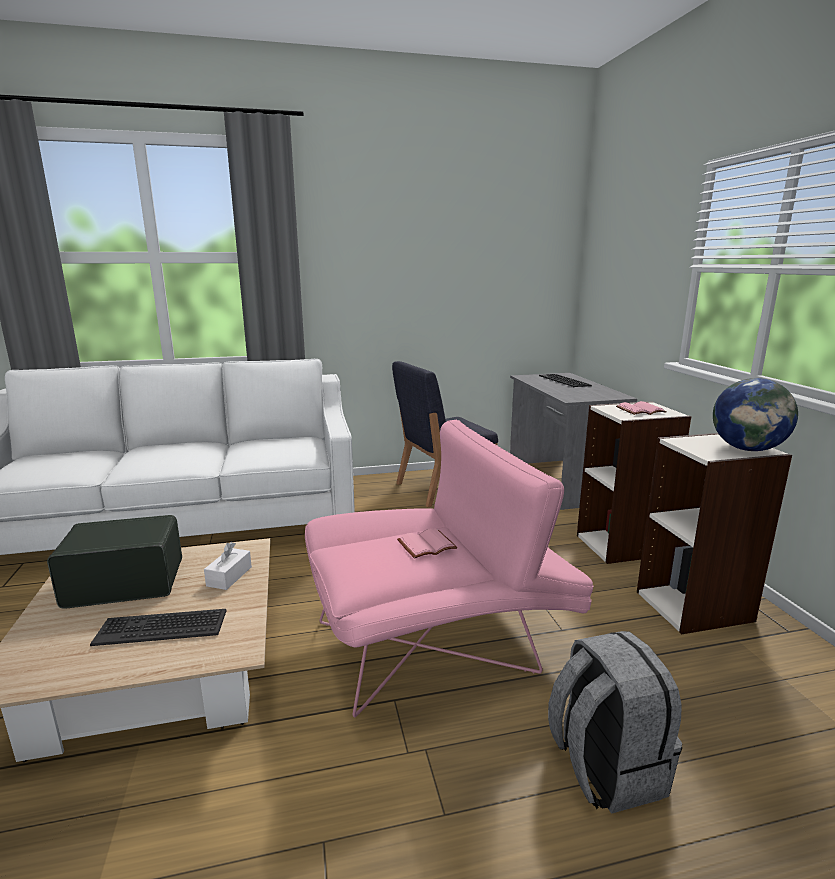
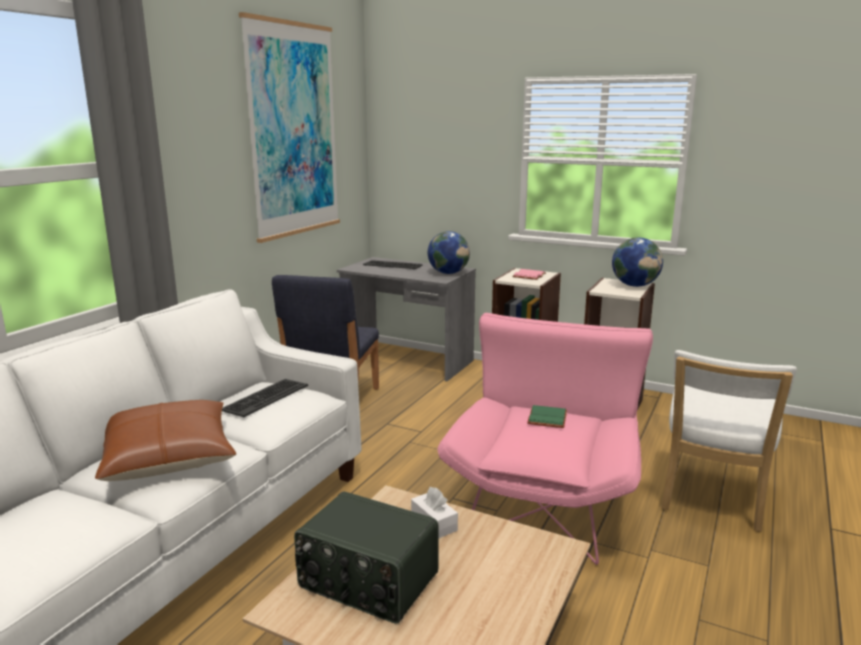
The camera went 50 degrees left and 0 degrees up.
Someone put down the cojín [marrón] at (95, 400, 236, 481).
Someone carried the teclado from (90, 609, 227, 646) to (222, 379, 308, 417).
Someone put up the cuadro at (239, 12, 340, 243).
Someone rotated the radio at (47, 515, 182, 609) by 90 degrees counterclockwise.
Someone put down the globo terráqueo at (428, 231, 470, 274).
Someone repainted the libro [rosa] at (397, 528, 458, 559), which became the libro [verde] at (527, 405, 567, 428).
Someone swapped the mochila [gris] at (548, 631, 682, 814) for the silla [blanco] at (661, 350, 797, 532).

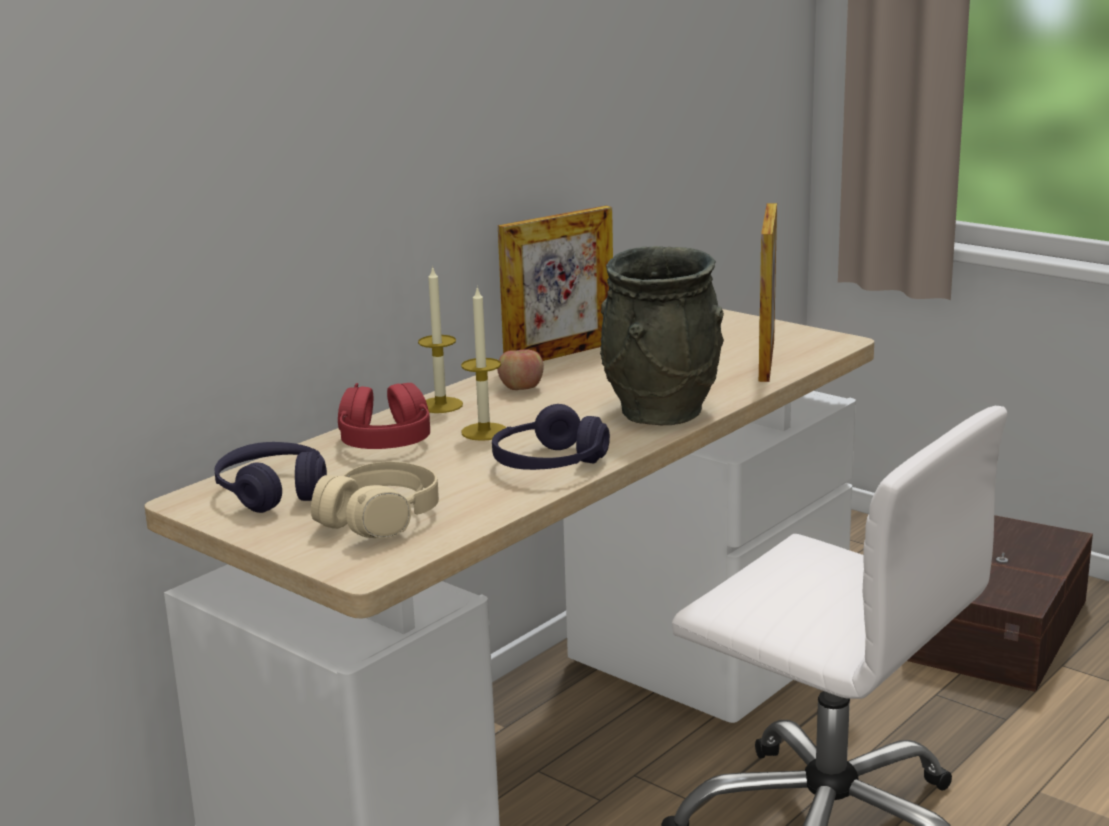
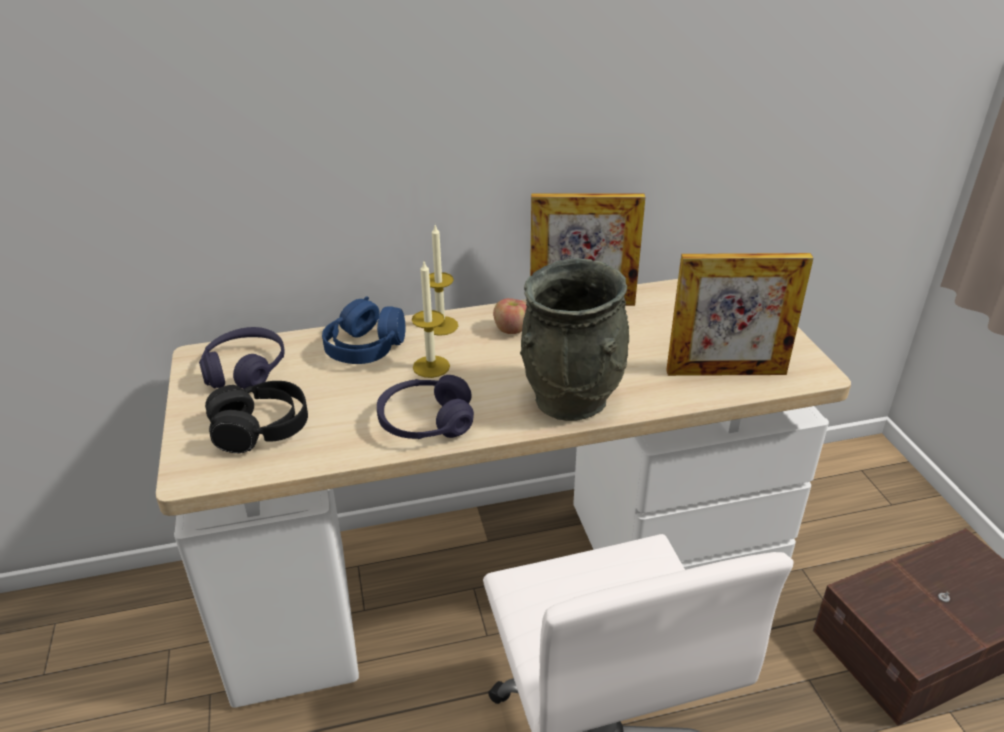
The camera went 35 degrees right and 15 degrees up.
Someone repainted the auriculares [beis] at (311, 462, 439, 538), which became the auriculares [negro] at (205, 381, 308, 453).
Someone repainted the auriculares [rojo] at (338, 383, 430, 449), which became the auriculares [azul] at (322, 296, 405, 364).
Someone rotated the portarretratos at (759, 203, 777, 382) by 45 degrees clockwise.

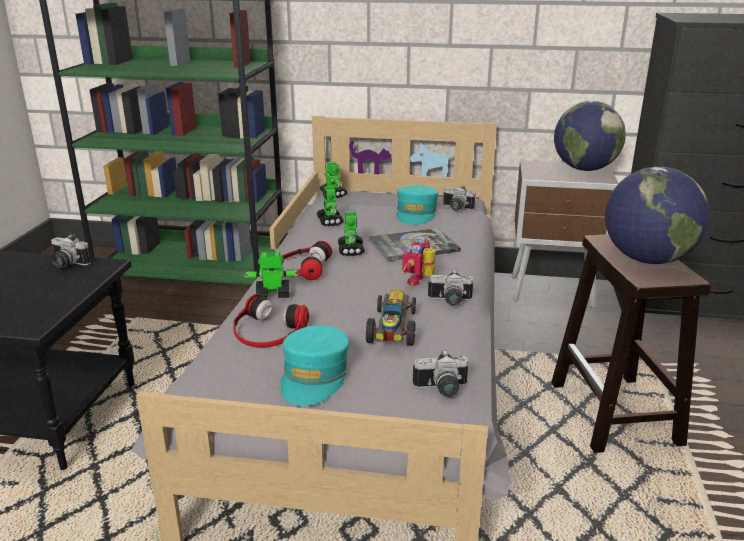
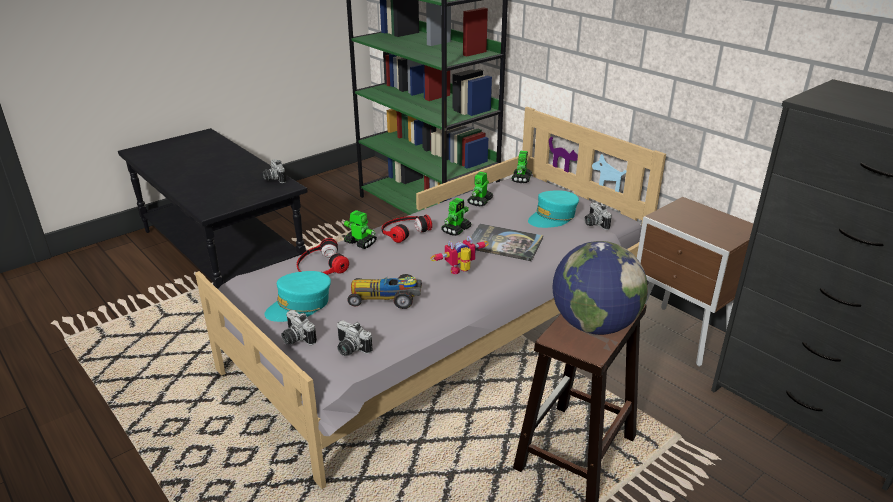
The camera went 40 degrees right and 5 degrees up.
Someone carried the cámara from (428, 270, 473, 306) to (281, 310, 317, 345).
Someone rotated the coche de juguete at (365, 289, 417, 346) by 135 degrees counterclockwise.
Someone took away the globo terráqueo at (554, 101, 626, 171).

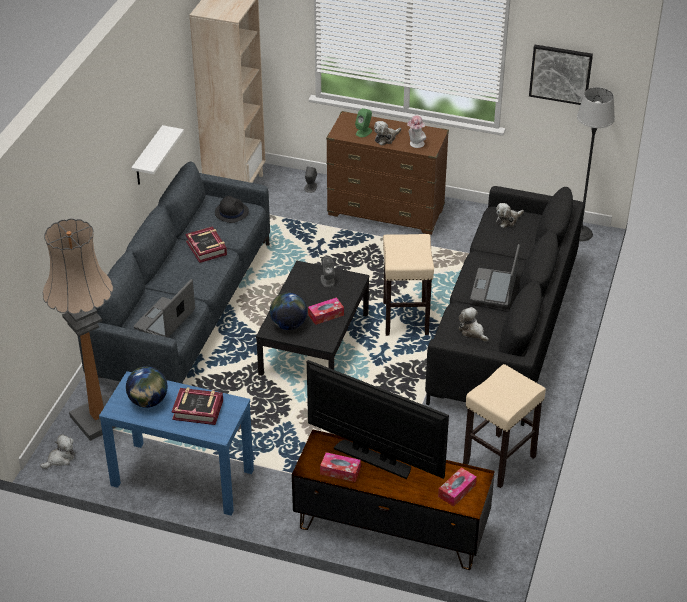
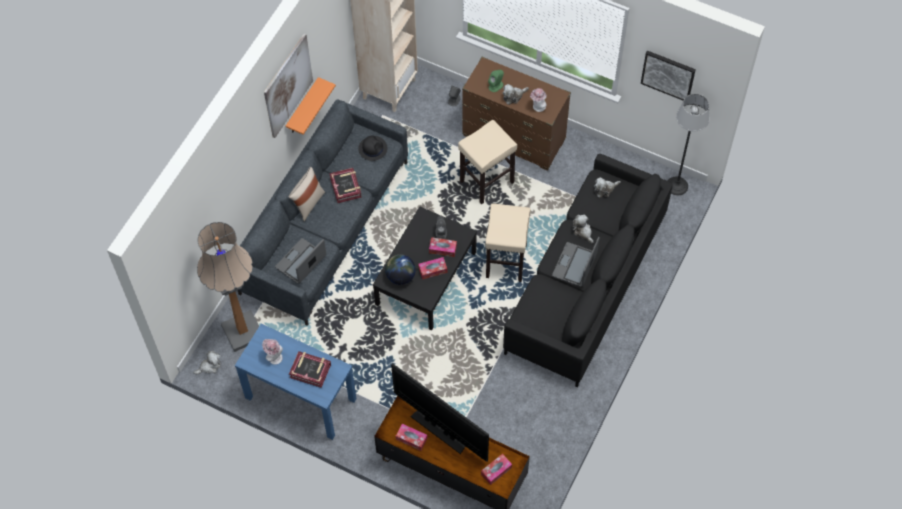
The camera went 10 degrees right and 20 degrees up.
Someone swapped the globo terráqueo at (126, 366, 167, 408) for the sombrero at (262, 339, 283, 365).
Someone put up the cuadro at (264, 34, 313, 138).
Someone repainted the estante [blanco] at (131, 125, 184, 185), which became the estante [naranja] at (286, 77, 336, 135).
Someone put down the cojín [beis] at (289, 167, 325, 222).
Someone put down the caja de pañuelos at (429, 237, 457, 257).
Someone carried the taburete [beis] from (463, 364, 546, 488) to (458, 120, 517, 204).
Someone carried the peluche from (458, 307, 489, 341) to (572, 215, 593, 244).

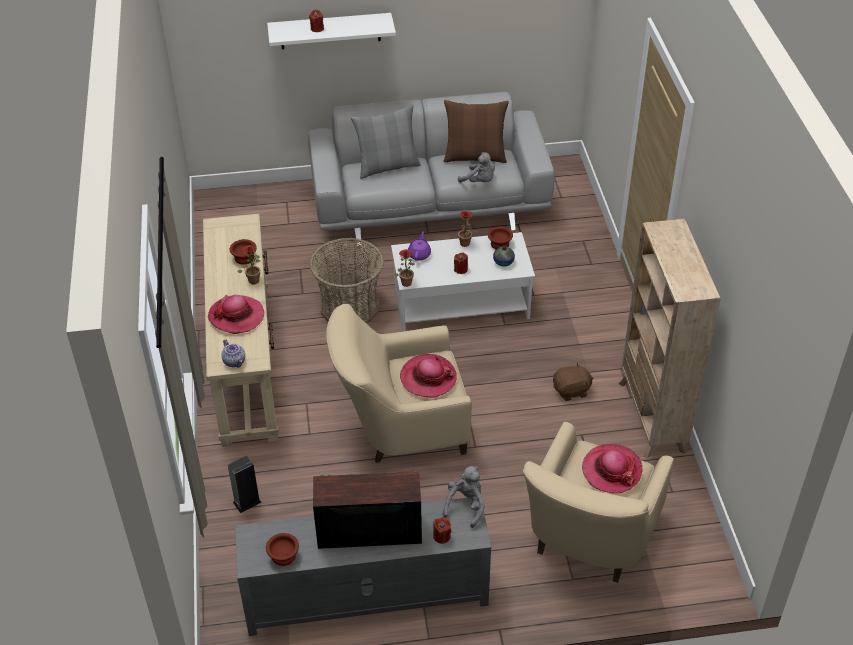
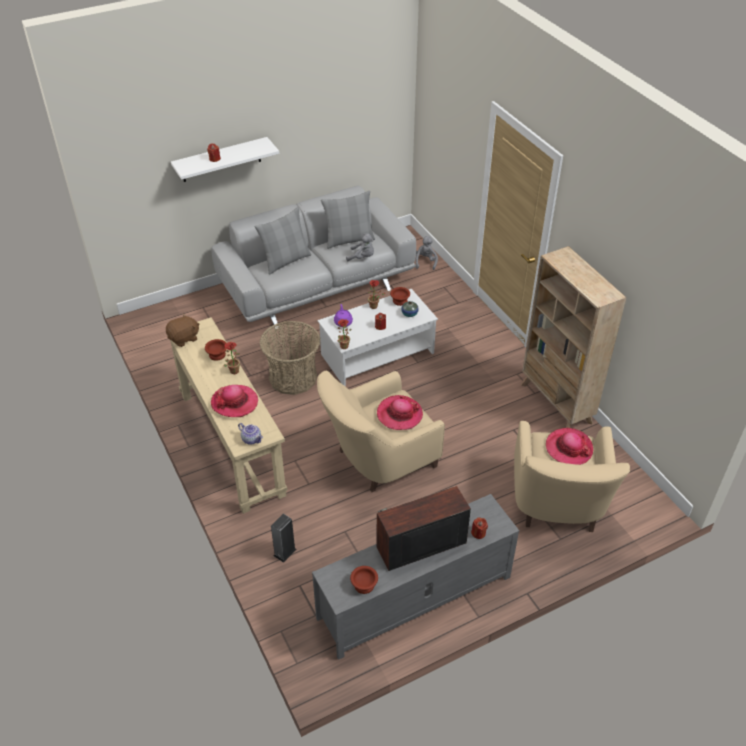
The camera went 20 degrees left and 0 degrees up.
Someone carried the peluche [marrón] from (553, 363, 593, 401) to (166, 314, 199, 347).
Someone repainted the cojín [marrón] at (444, 100, 509, 163), which became the cojín [gris] at (321, 191, 375, 249).
Someone carried the peluche [gris] from (443, 466, 485, 528) to (415, 236, 438, 270).

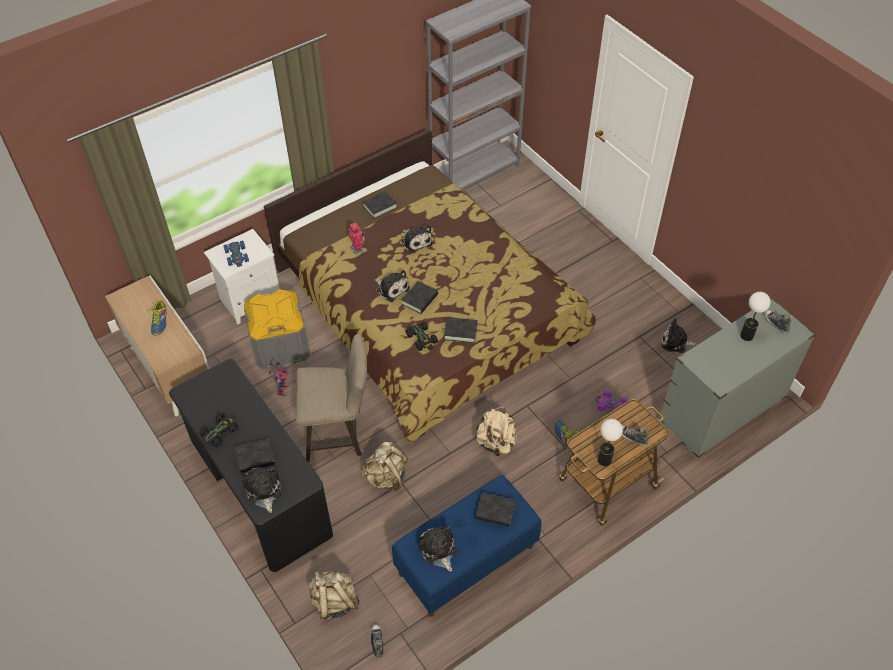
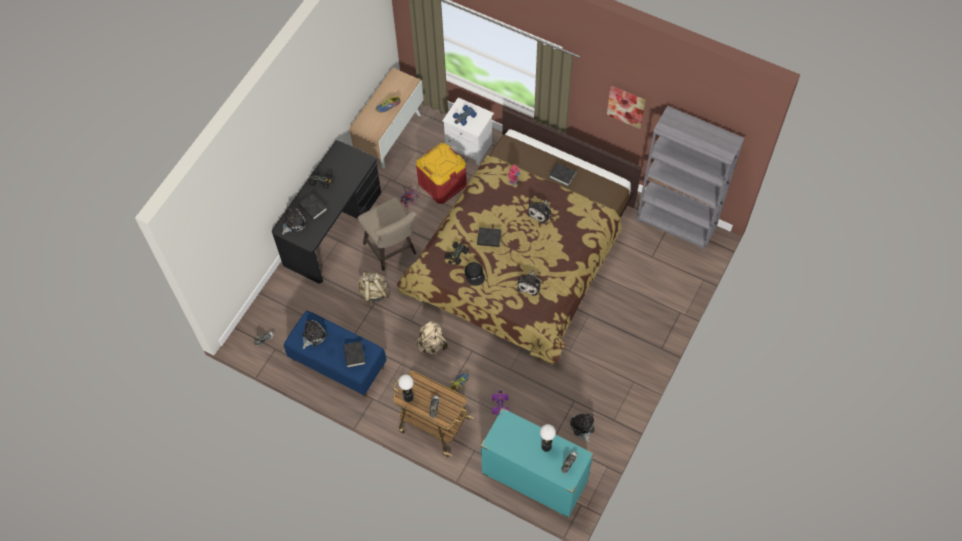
The camera went 65 degrees right and 10 degrees up.
Someone repainted the caja de almacenaje [gris] at (244, 289, 310, 369), which became the caja de almacenaje [rojo] at (416, 143, 467, 204).
Someone swapped the libro [negro] at (444, 317, 478, 343) for the gorra [negro] at (465, 262, 485, 286).
Someone repainted the cómoda [gris] at (659, 298, 816, 459), which became the cómoda [turquesa] at (481, 408, 594, 518).
Someone carried the peluche from (374, 270, 410, 302) to (517, 270, 541, 296).
Someone put up the cuadro at (607, 86, 646, 129).
Someone took away the mochila [beis] at (308, 568, 360, 620).

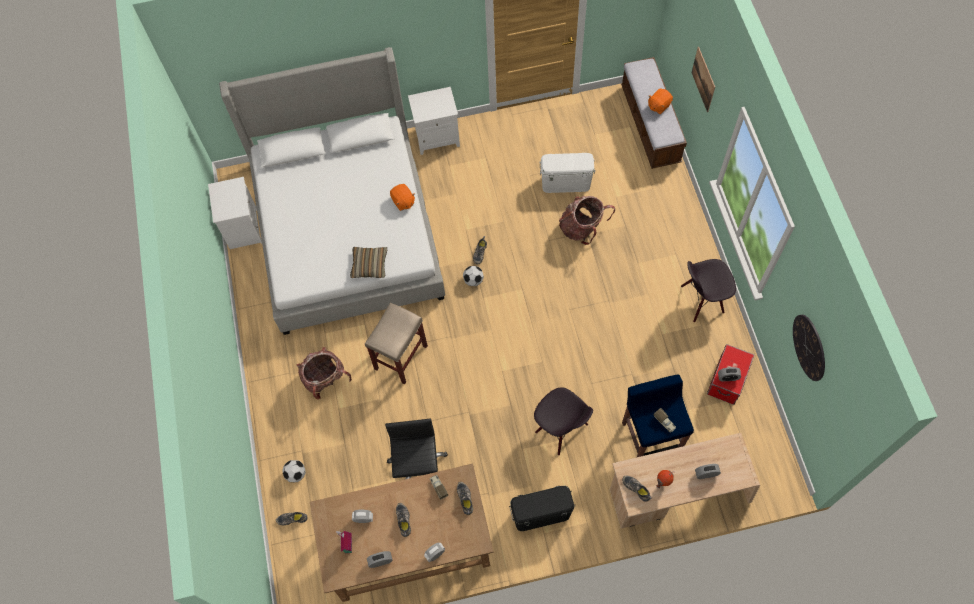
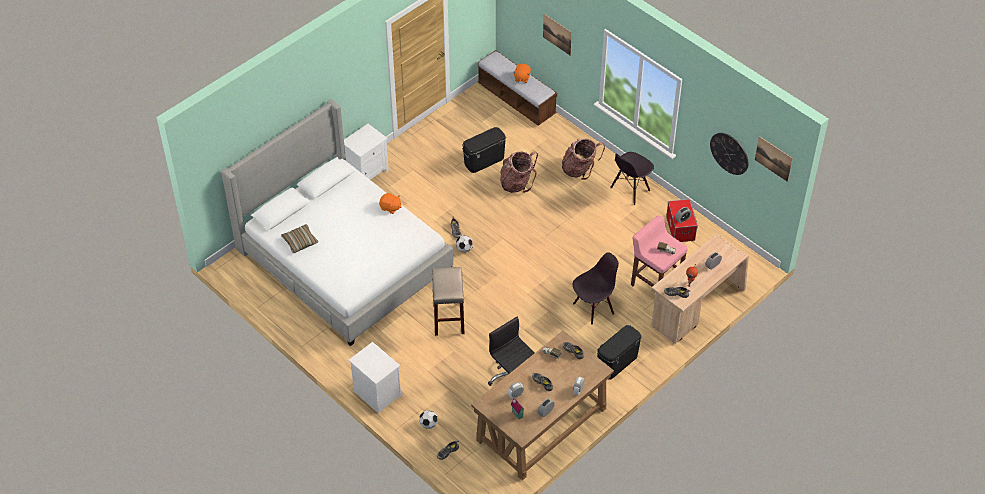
The camera went 35 degrees left and 15 degrees down.
Someone carried the cojín from (350, 247, 387, 278) to (281, 224, 318, 253).
Someone carried the mesita de noche [blanco] from (208, 177, 262, 249) to (348, 342, 401, 413).
Someone repainted the caja de almacenaje [blanco] at (539, 153, 596, 193), which became the caja de almacenaje [negro] at (462, 127, 506, 173).
Someone carried the mochila from (297, 347, 352, 400) to (561, 138, 605, 180).
Someone rotated the silla [negro] at (534, 387, 593, 455) by 45 degrees counterclockwise.
Someone repainted the taburete [azul] at (622, 374, 694, 457), which became the taburete [rosa] at (631, 215, 688, 287).
Someone put up the cuadro at (755, 136, 793, 182).

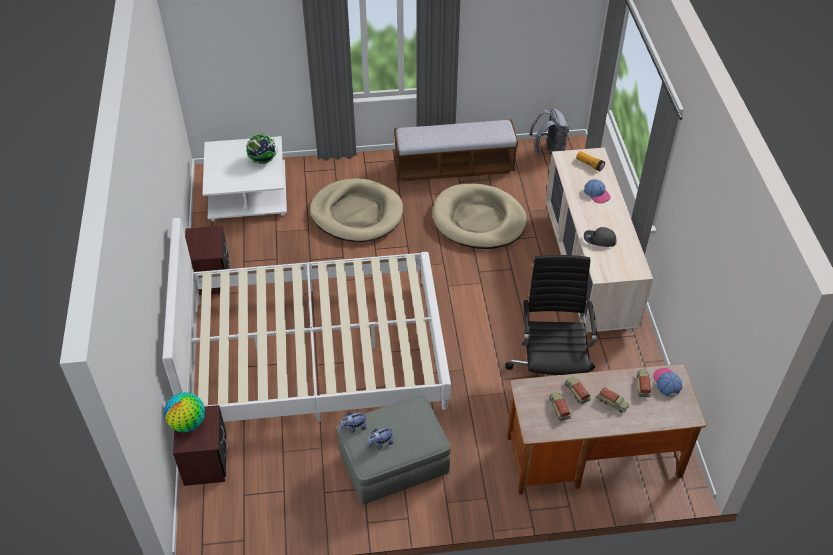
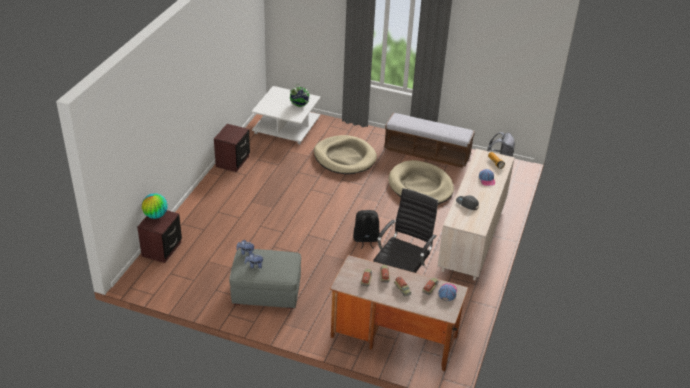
The camera went 25 degrees right and 10 degrees down.
Someone put down the mochila [negro] at (353, 210, 380, 249).
Someone took away the cama [blanco] at (162, 218, 451, 422).

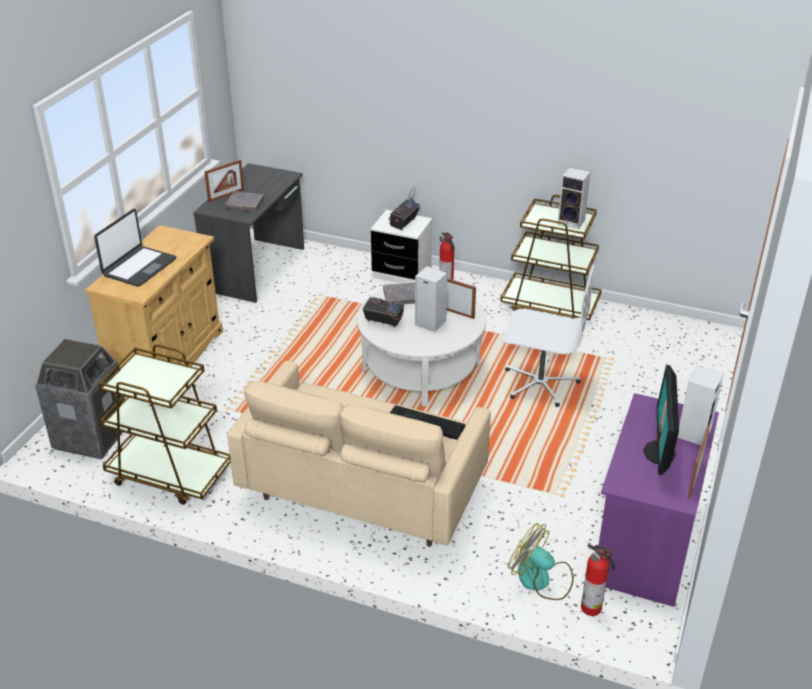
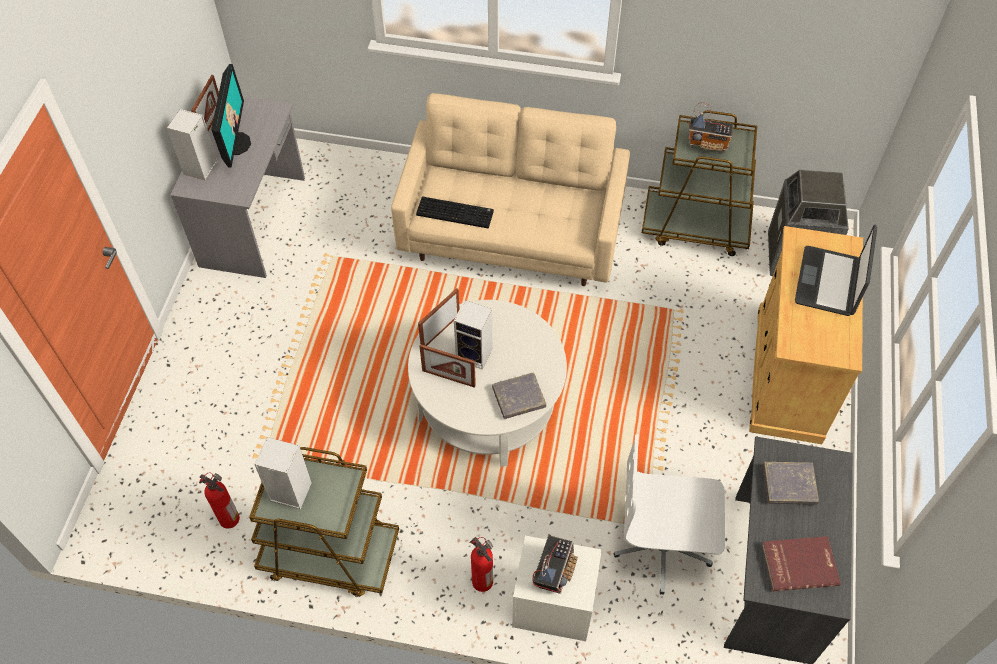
The camera went 170 degrees right and 20 degrees up.
Someone repainted the escritorio [morado] at (599, 393, 719, 607), which became the escritorio [gris] at (170, 96, 305, 278).
Someone carried the extintor from (581, 544, 615, 616) to (199, 472, 240, 529).
Someone carried the portarretratos from (204, 160, 244, 202) to (418, 288, 460, 346).
Someone carried the silla de oficina [blanco] from (503, 265, 594, 407) to (614, 434, 725, 595).
Someone carried the radio from (363, 290, 404, 328) to (688, 102, 733, 153).
Someone put down the libro [rojo] at (762, 536, 840, 591).
Someone took away the ventilador at (508, 523, 574, 600).

